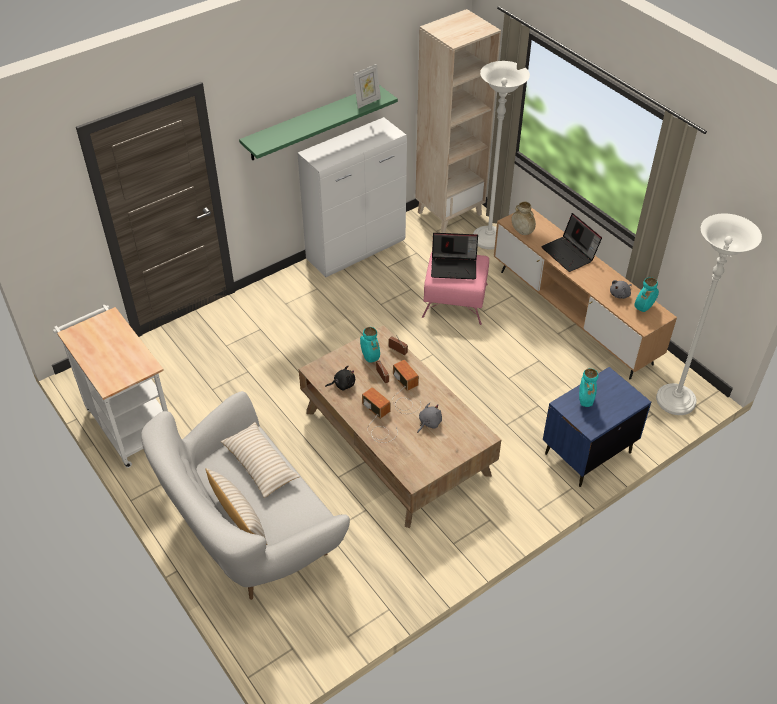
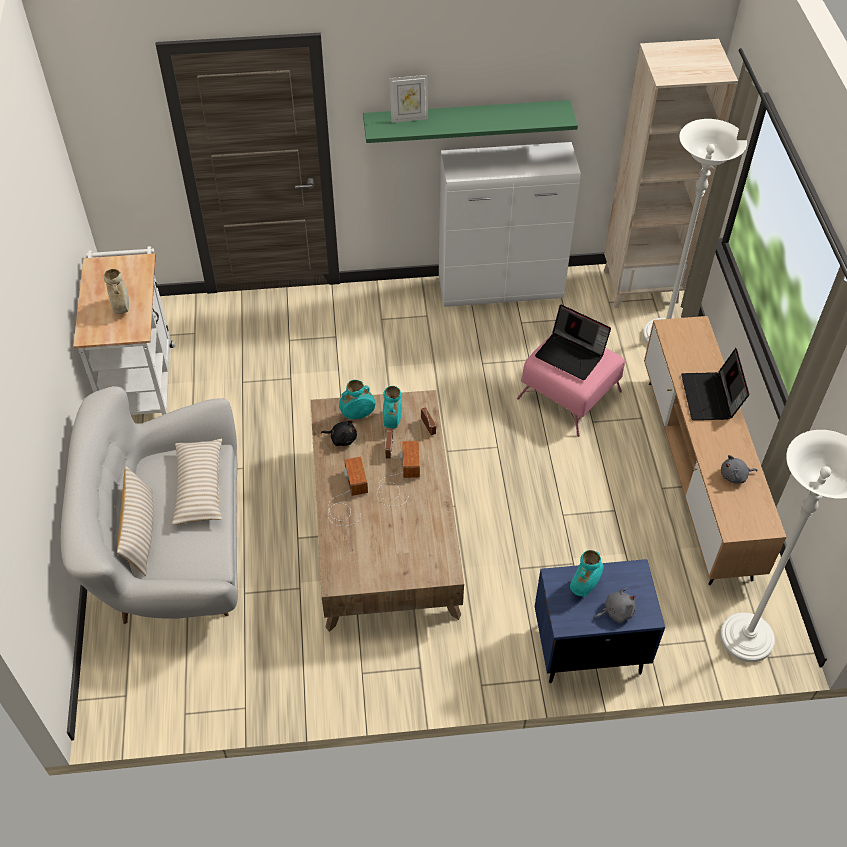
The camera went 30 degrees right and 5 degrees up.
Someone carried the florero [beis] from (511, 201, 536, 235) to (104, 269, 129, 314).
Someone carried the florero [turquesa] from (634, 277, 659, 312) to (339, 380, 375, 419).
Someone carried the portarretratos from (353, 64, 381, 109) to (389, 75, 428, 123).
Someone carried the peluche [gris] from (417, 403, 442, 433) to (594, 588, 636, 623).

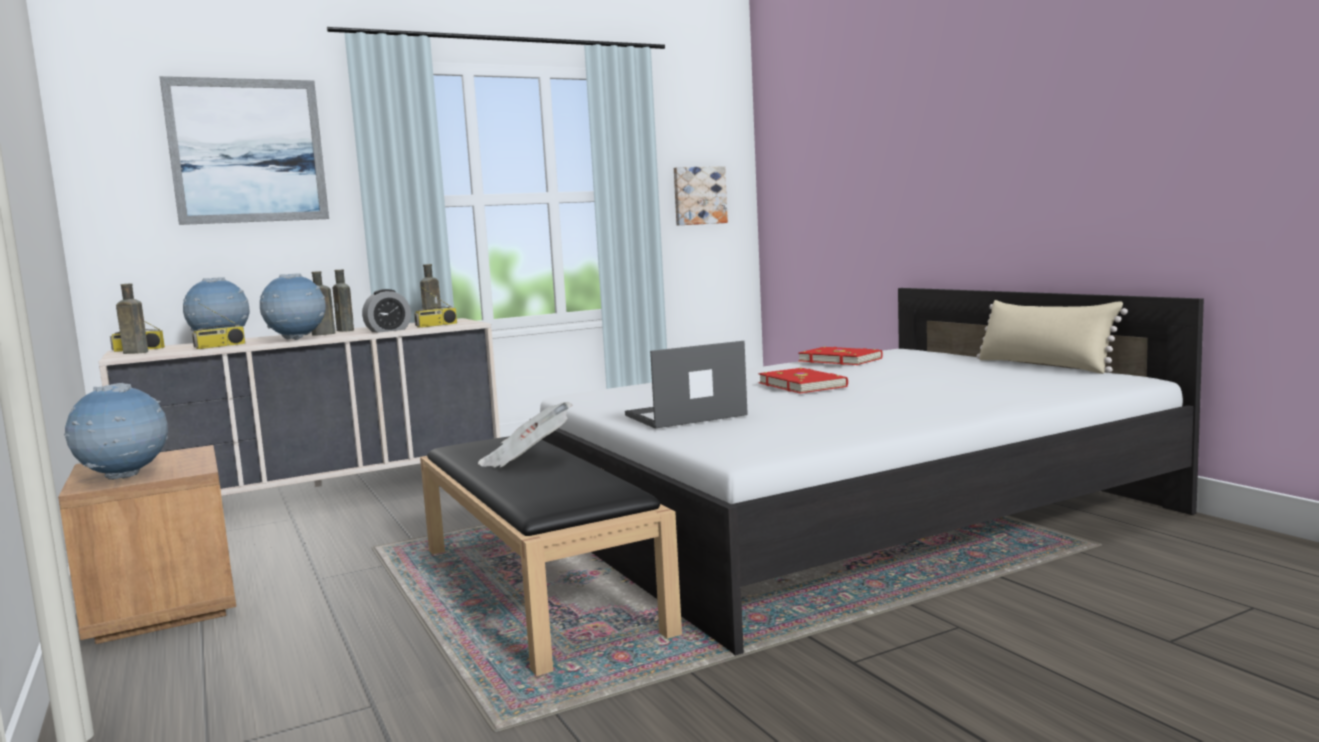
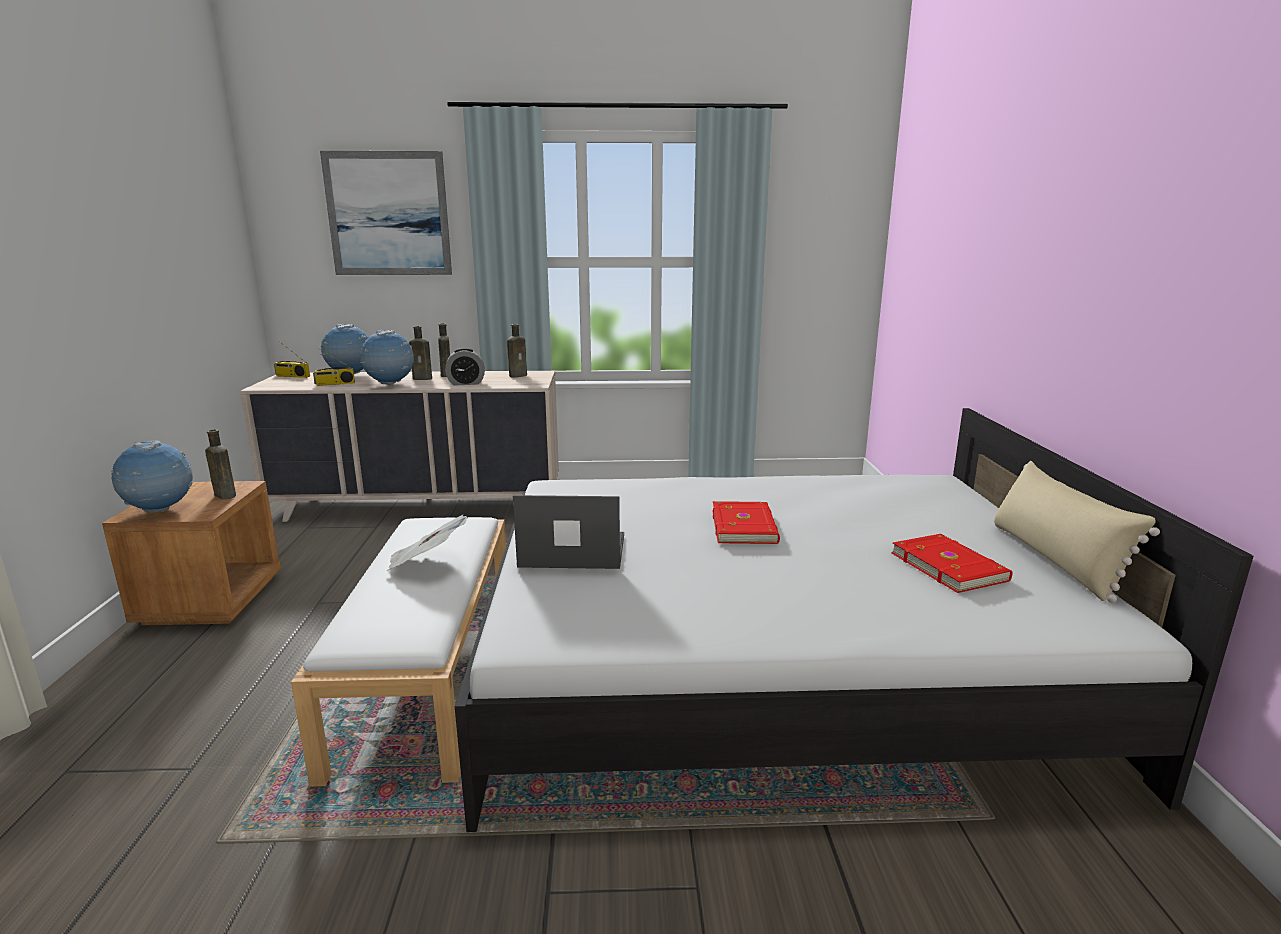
The camera went 25 degrees right and 10 degrees up.
Someone carried the botella [marrón] from (116, 283, 148, 354) to (205, 429, 236, 499).
Someone repainted the banco [negro] at (420, 436, 682, 676), which became the banco [blanco] at (291, 517, 506, 787).
Someone carried the libro [rojo] from (798, 346, 883, 365) to (891, 534, 1012, 593).
Someone took away the radio at (414, 286, 457, 328).
Someone took away the cuadro at (674, 166, 728, 225).

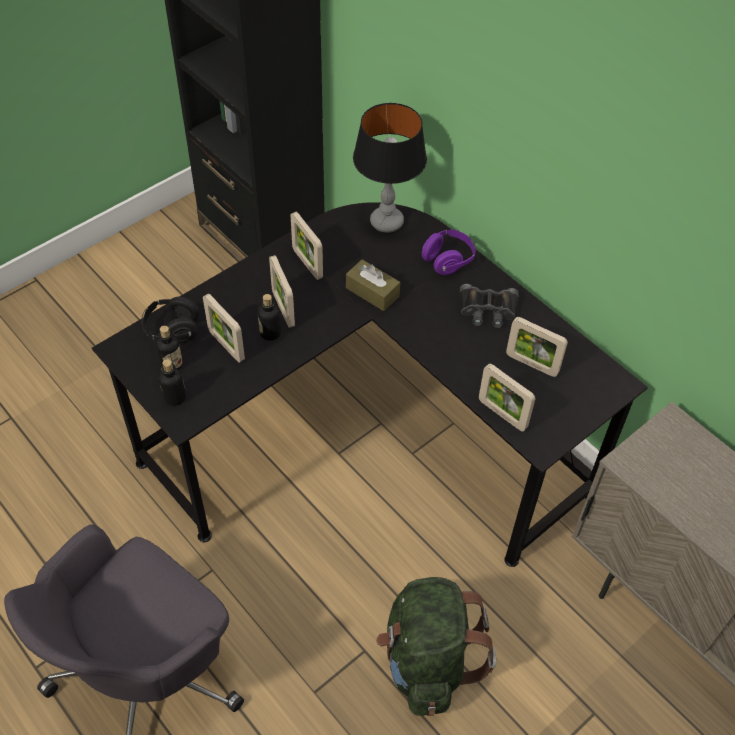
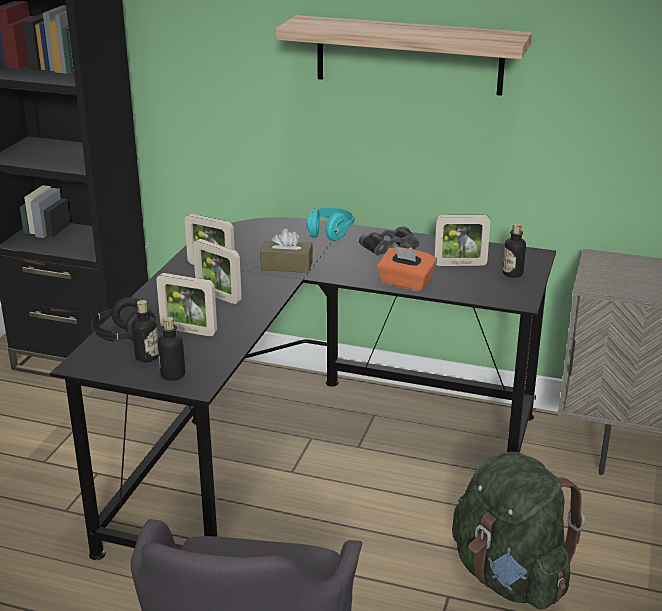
The camera went 30 degrees left and 25 degrees down.
Someone put up the estante at (275, 15, 532, 96).
Someone repainted the auriculares [morado] at (422, 229, 476, 275), which became the auriculares [turquesa] at (307, 208, 354, 241).
Someone put down the caja de pañuelos [naranja] at (377, 246, 437, 292).
Someone carried the botella from (258, 294, 281, 341) to (503, 223, 526, 278).
Someone took away the lámpara de mesa at (353, 103, 427, 233).
Someone took away the portarretratos at (479, 364, 535, 431).

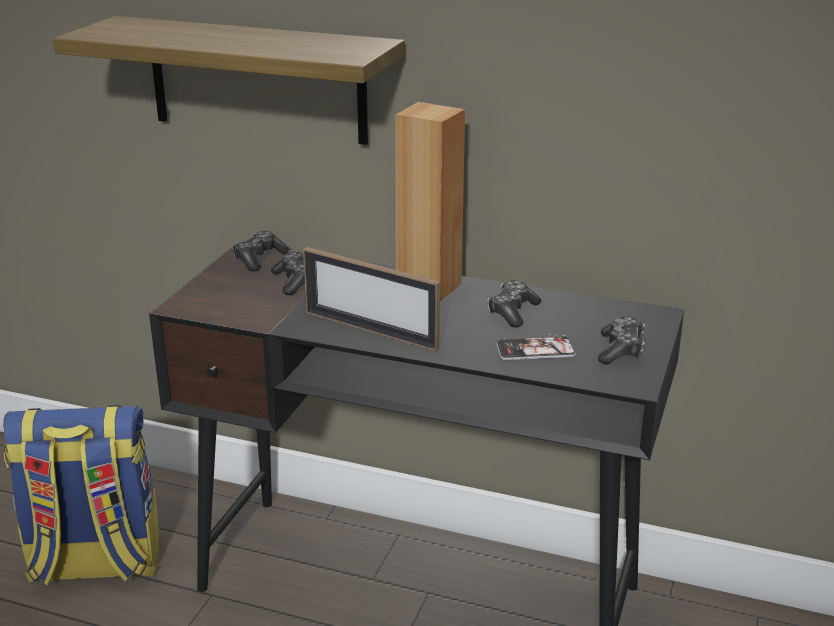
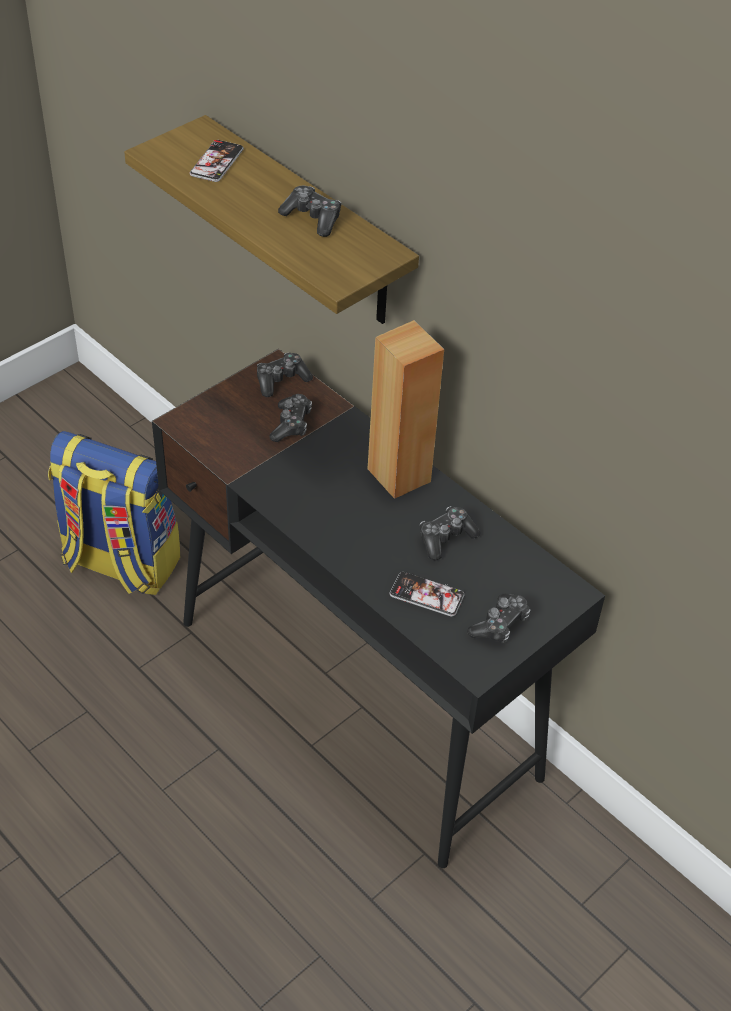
The camera went 25 degrees right and 20 degrees up.
Someone put down the móvil at (190, 140, 244, 182).
Someone put down the mando de consola at (278, 186, 341, 237).
Someone took away the portarretratos at (303, 247, 440, 352).

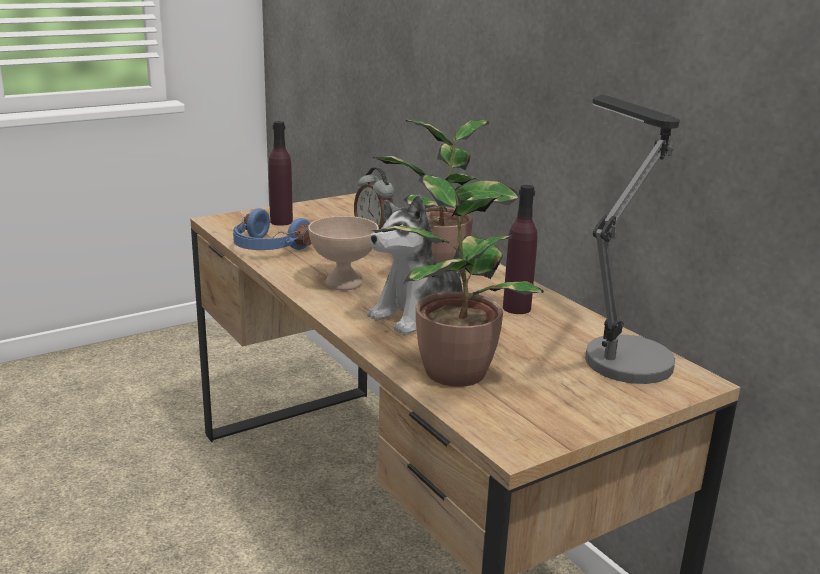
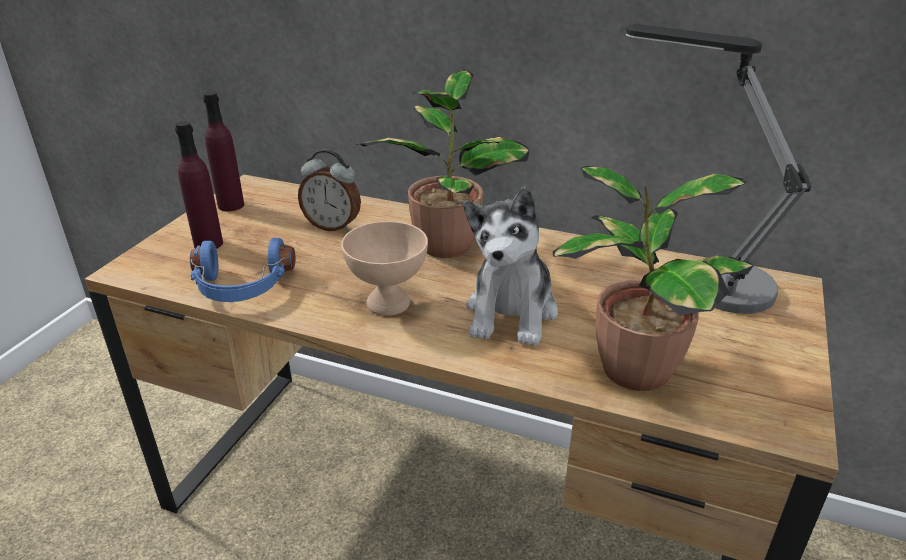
The camera went 35 degrees left and 10 degrees up.
Someone carried the botella [morado] from (503, 185, 537, 314) to (203, 91, 244, 211).

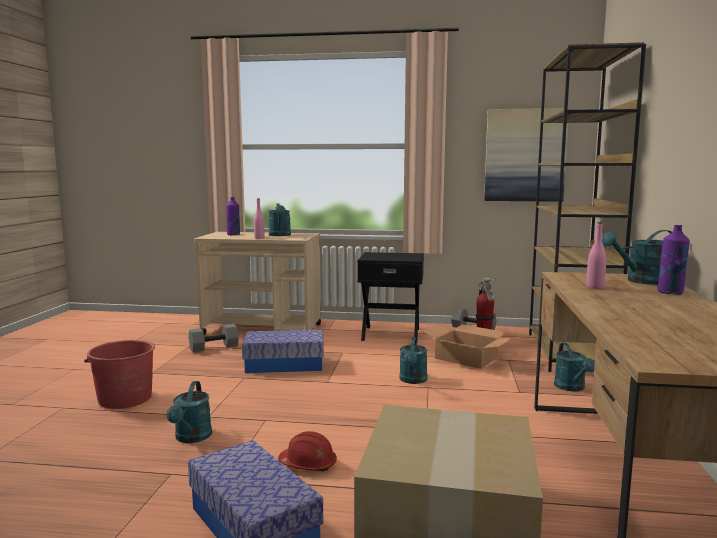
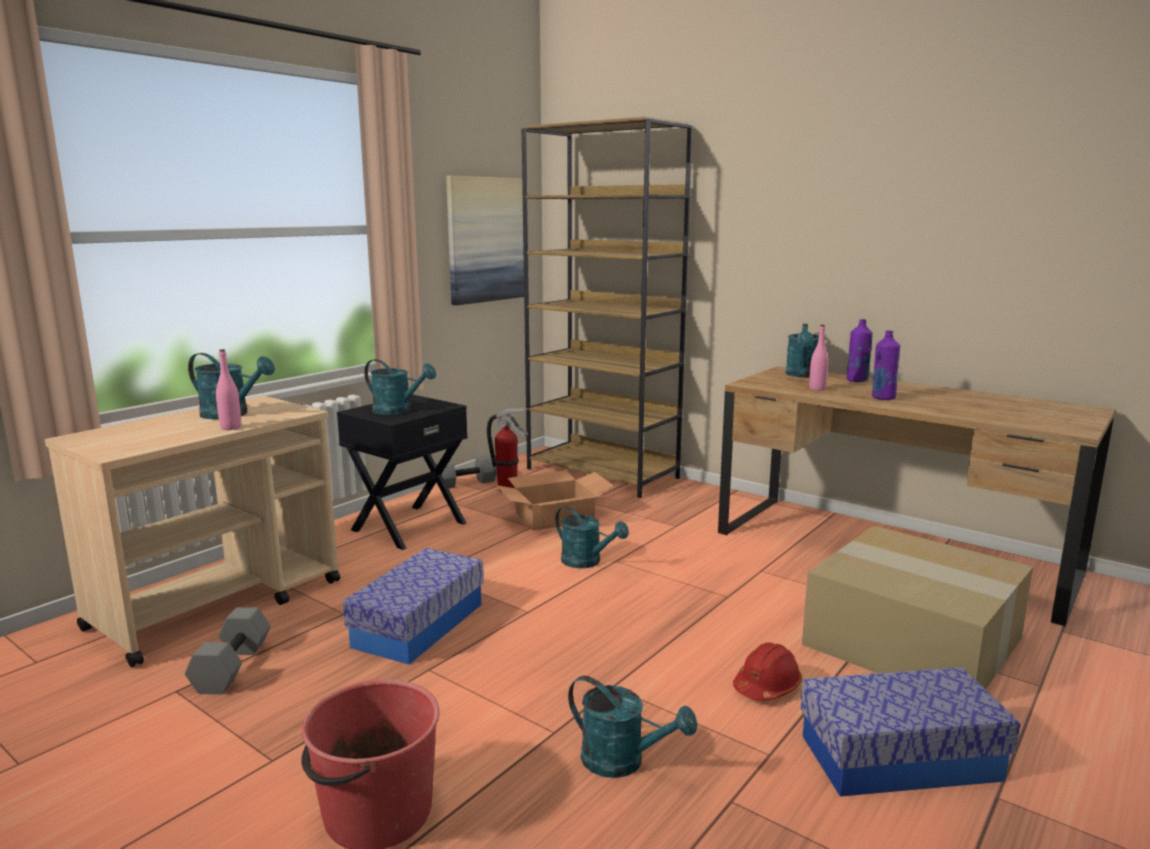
The camera went 60 degrees left and 5 degrees up.
Someone carried the regadera [turquesa] from (554, 343, 595, 392) to (364, 359, 436, 415).
Someone carried the botella [morado] from (226, 197, 240, 235) to (872, 331, 901, 400).

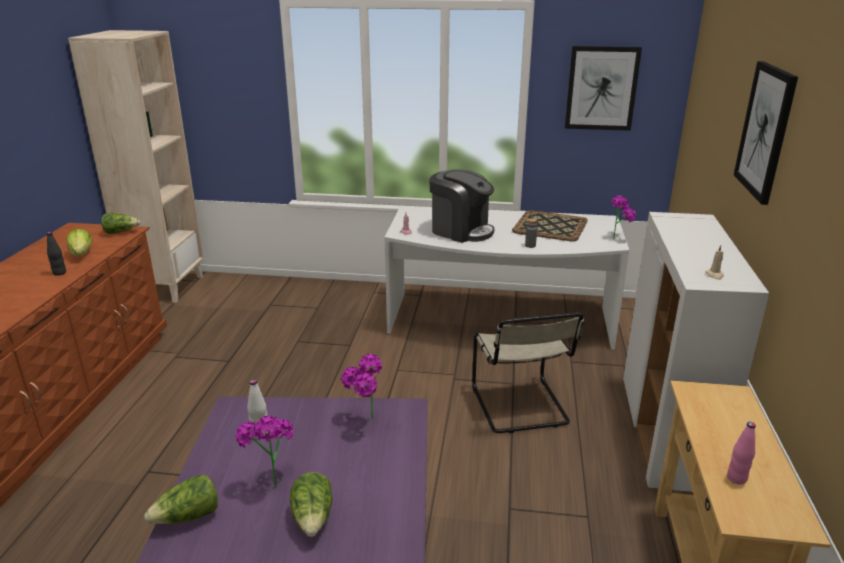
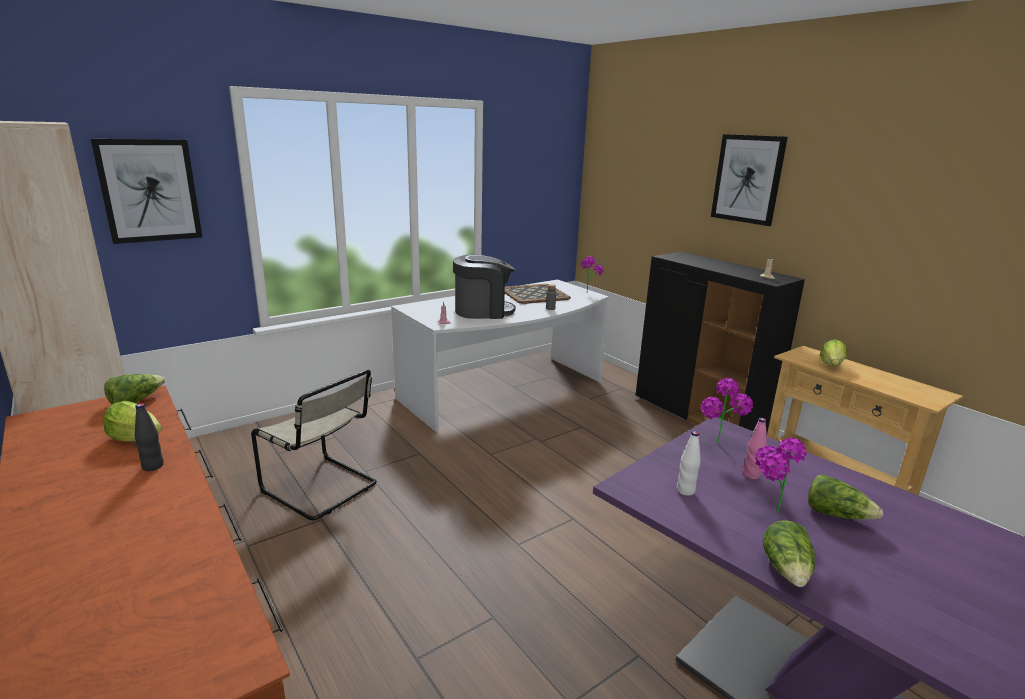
The camera went 45 degrees left and 5 degrees down.
Someone carried the cuadro from (565, 46, 642, 131) to (91, 139, 202, 244).
Someone carried the silla [beis] from (472, 312, 584, 433) to (251, 370, 377, 520).
Someone repainted the armario [blanco] at (623, 212, 769, 492), which became the armario [negro] at (636, 252, 805, 433).
Someone carried the botella [rosa] from (727, 422, 756, 484) to (742, 418, 767, 479).
Someone put down the lechuga at (820, 339, 847, 366).

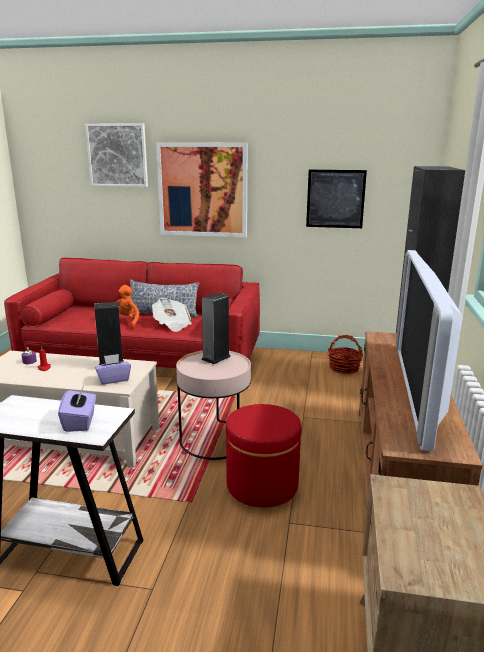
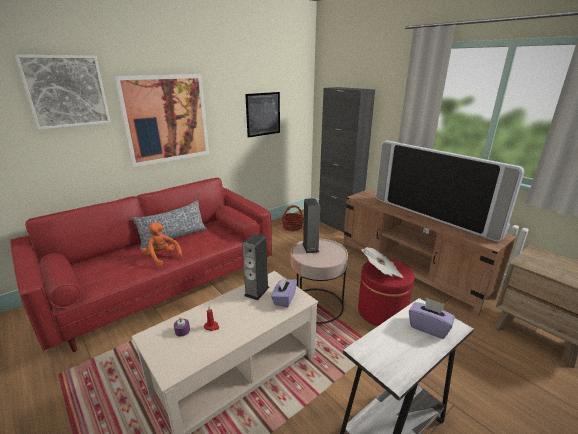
The camera went 50 degrees left and 5 degrees up.
Someone carried the periódico from (152, 298, 192, 332) to (361, 247, 403, 278).

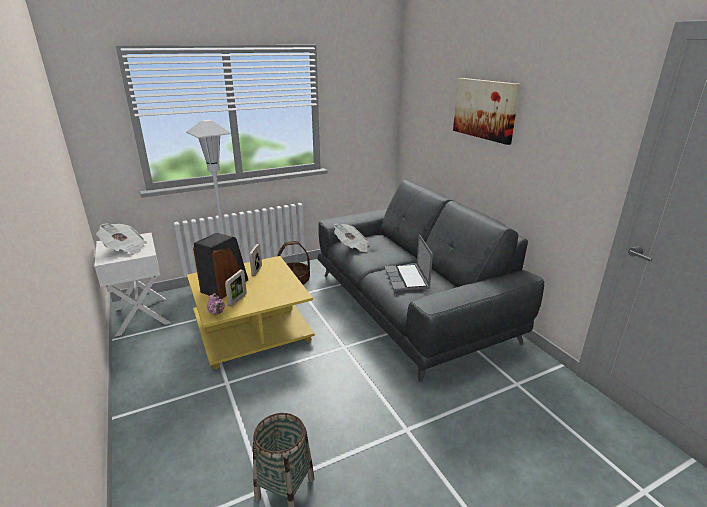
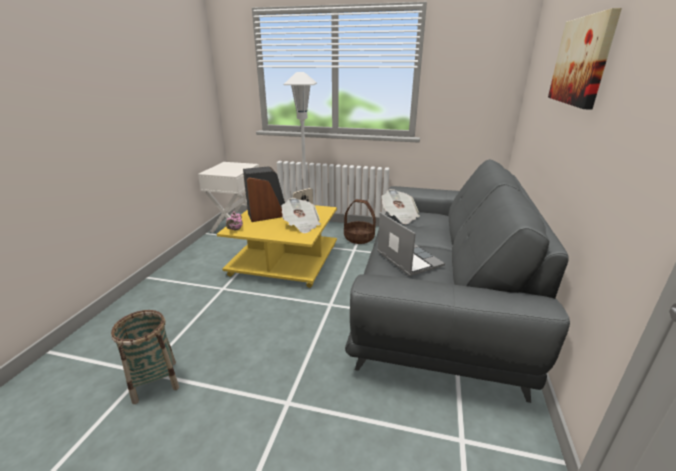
The camera went 40 degrees right and 0 degrees up.
Someone carried the periódico from (96, 223, 147, 254) to (281, 198, 321, 233).
Someone rotated the portátil at (384, 234, 433, 291) by 120 degrees clockwise.
Someone took away the portarretratos at (225, 270, 247, 307).

